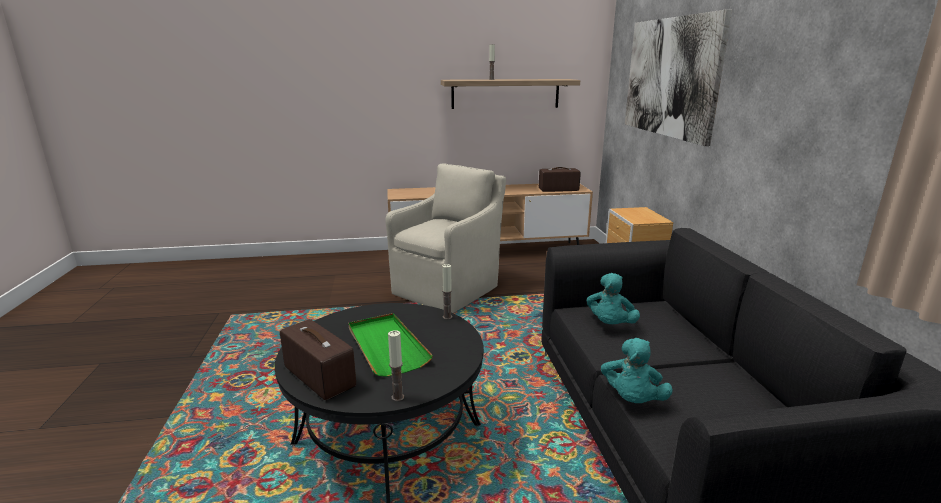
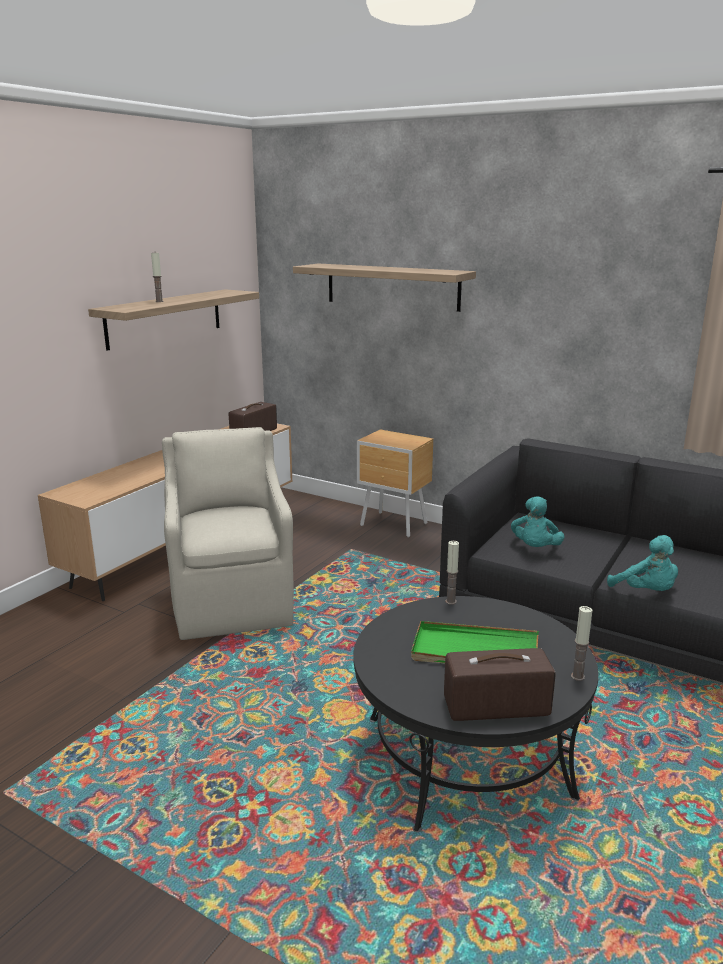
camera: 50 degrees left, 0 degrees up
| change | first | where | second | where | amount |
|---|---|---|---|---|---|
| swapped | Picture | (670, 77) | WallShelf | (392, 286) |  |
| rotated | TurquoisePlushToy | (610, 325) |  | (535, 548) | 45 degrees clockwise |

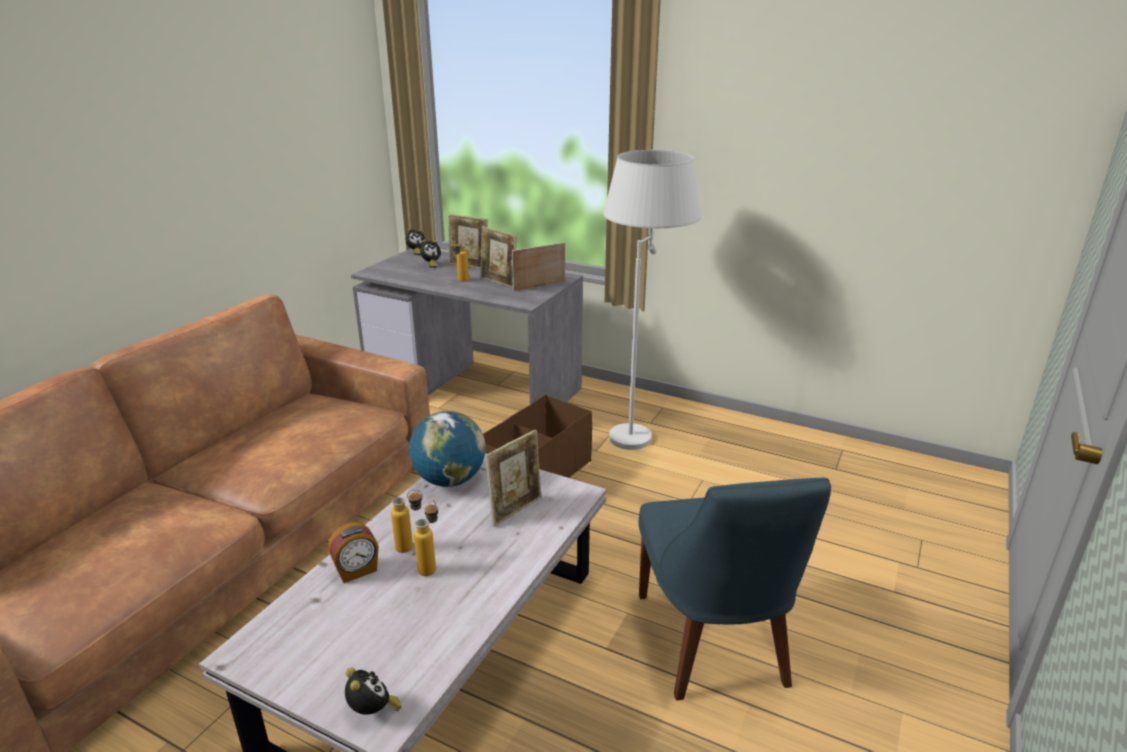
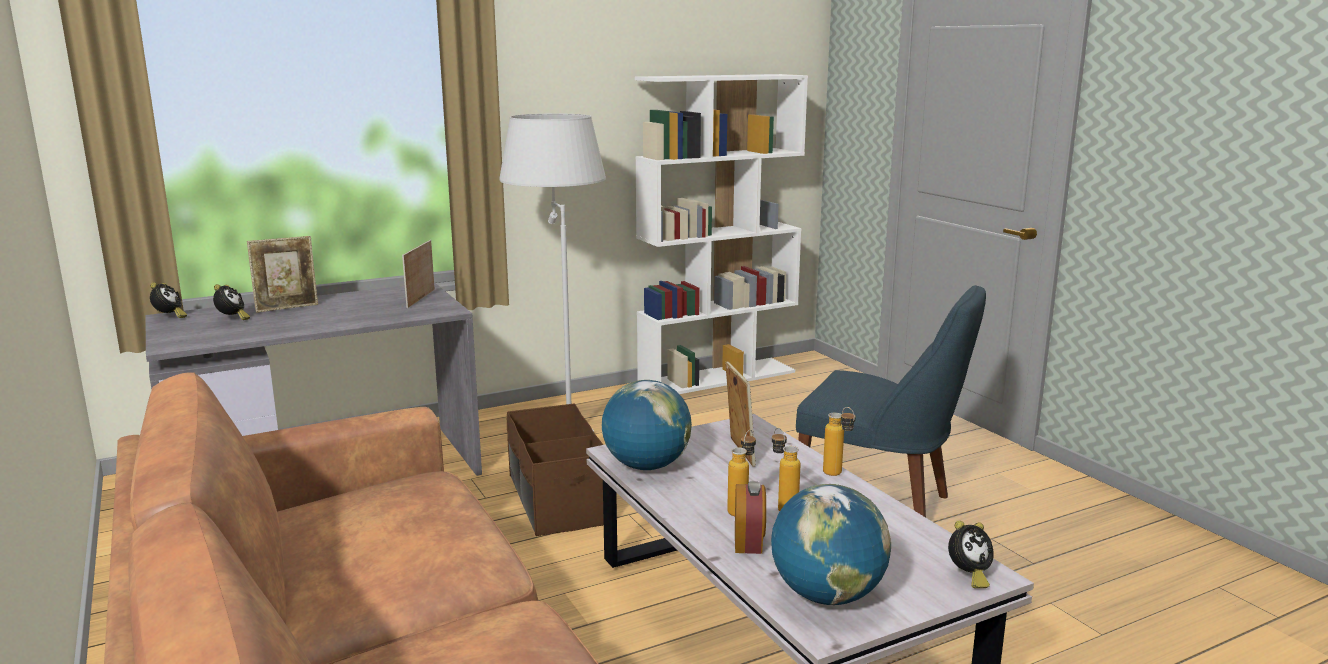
camera: 55 degrees left, 10 degrees down
| change | first | where | second | where | amount |
|---|---|---|---|---|---|
| new |  |  | WhiteColouredBookshelf | (717, 377) |  |
| new |  |  | WorldGlobe | (827, 596) |  |
| shifted | BeverageBottle | (461, 281) |  | (837, 475) |  |
| rotated | AlarmClock | (373, 712) |  | (968, 576) | 150 degrees clockwise |
| gone | PictureFrame | (499, 282) |  |  |  |

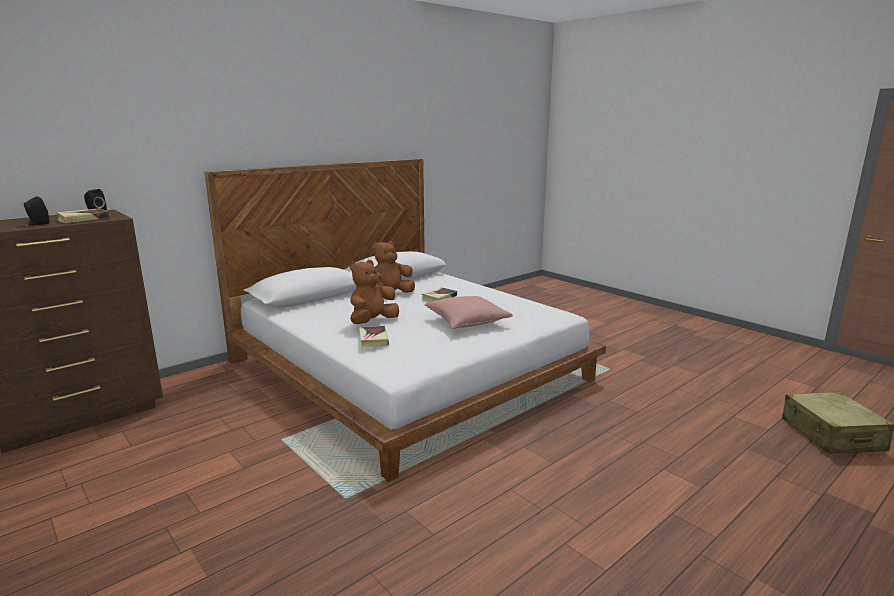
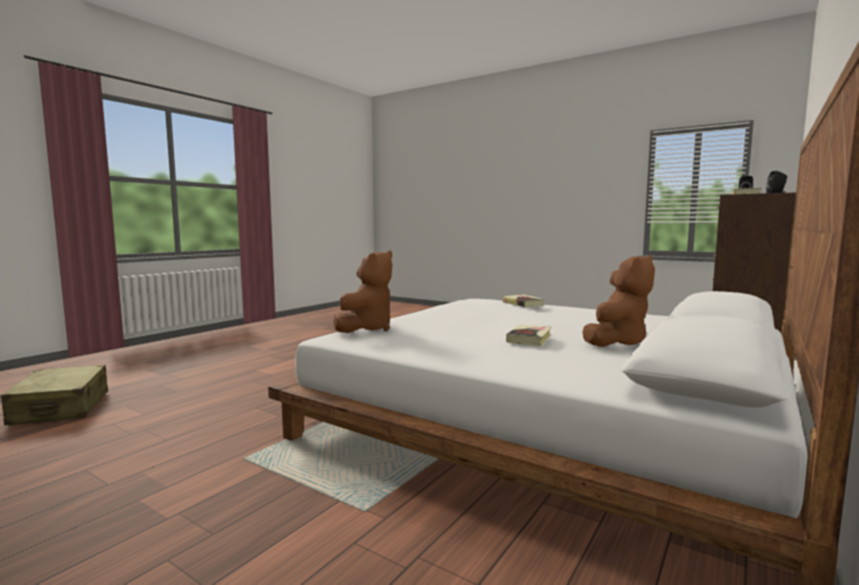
camera: 165 degrees right, 10 degrees down
| change | first | where | second | where | amount |
|---|---|---|---|---|---|
| shifted | BrownishPlushToy | (372, 322) |  | (366, 329) |  |
| gone | PinkishThrowPillow | (467, 322) |  |  |  |

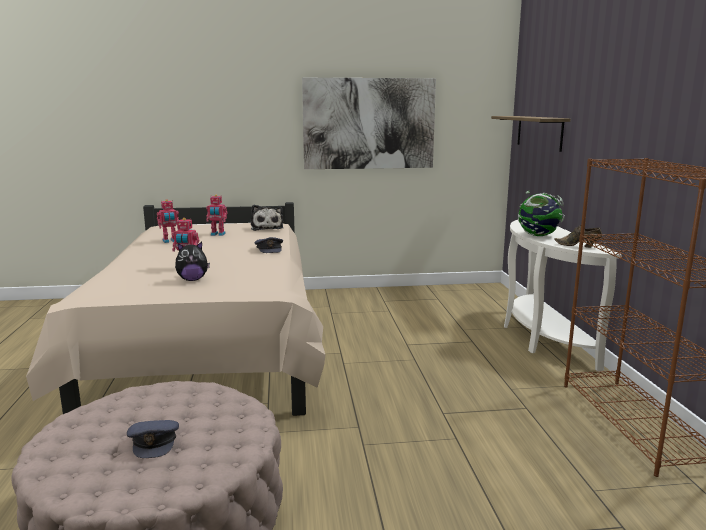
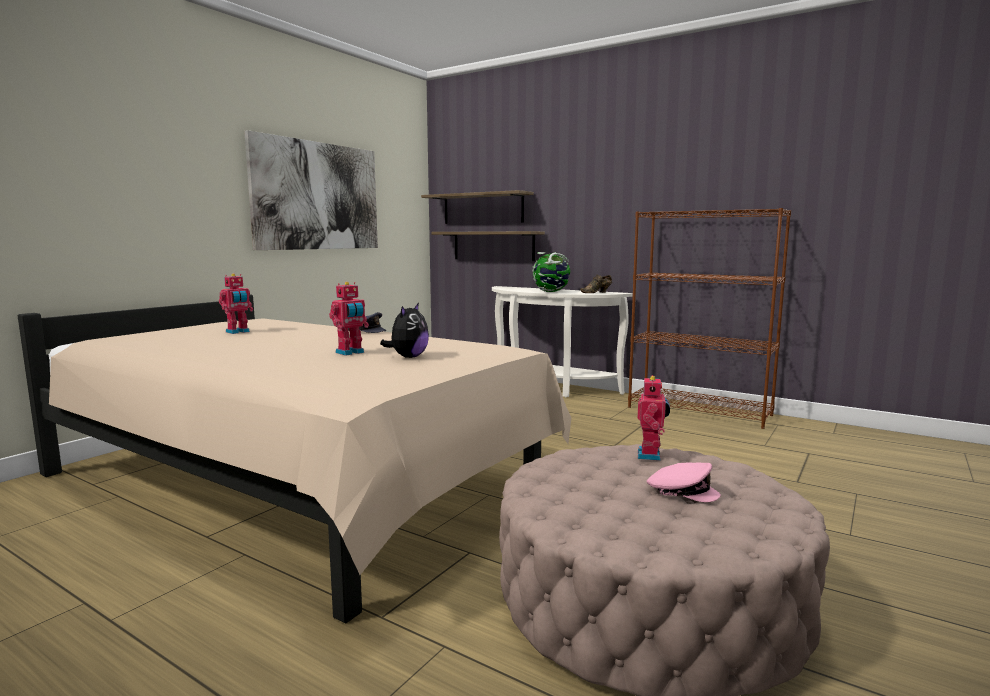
camera: 50 degrees left, 5 degrees down
| change | first | where | second | where | amount |
|---|---|---|---|---|---|
| new |  |  | WallShelf | (493, 246) |  |
| shifted | RobotFigure | (170, 241) |  | (651, 455) |  |
| repainted | GrayCap | (154, 442) | PinkishCap | (681, 491) |  |
| gone | PlushToy | (266, 228) |  |  |  |

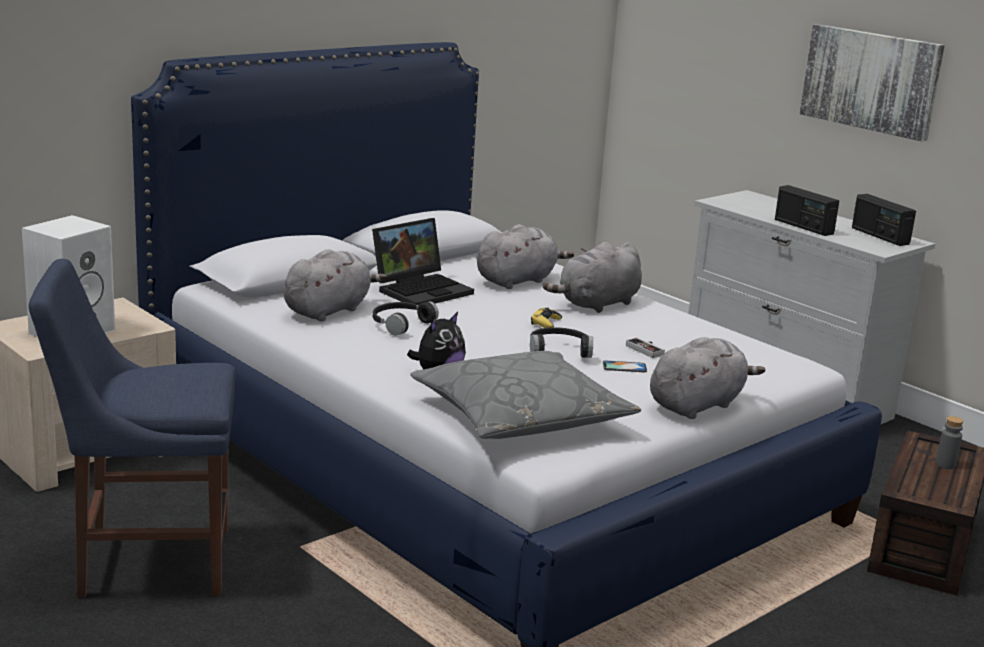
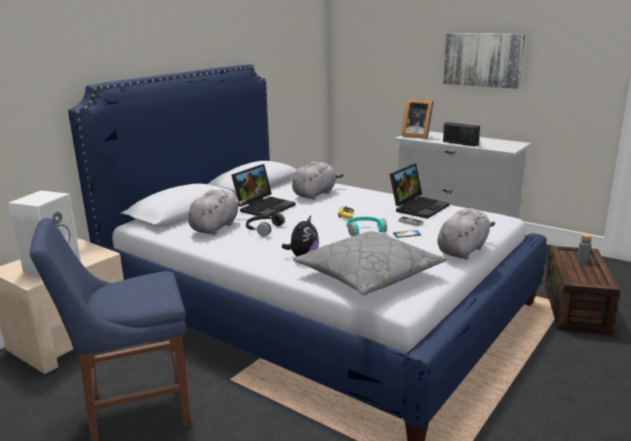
camera: 10 degrees left, 0 degrees up
| change | first | where | second | where | amount |
|---|---|---|---|---|---|
| repainted | BlackColouredHeadphones | (558, 350) | TurquoiseHeadphones | (364, 230) |  |
| new |  |  | Laptop | (418, 207) |  |
| new |  |  | PictureFrame | (416, 136) |  |
| gone | GrayPlushToy | (596, 304) |  |  |  |
| gone | RadioReceiver | (879, 236) |  |  |  |

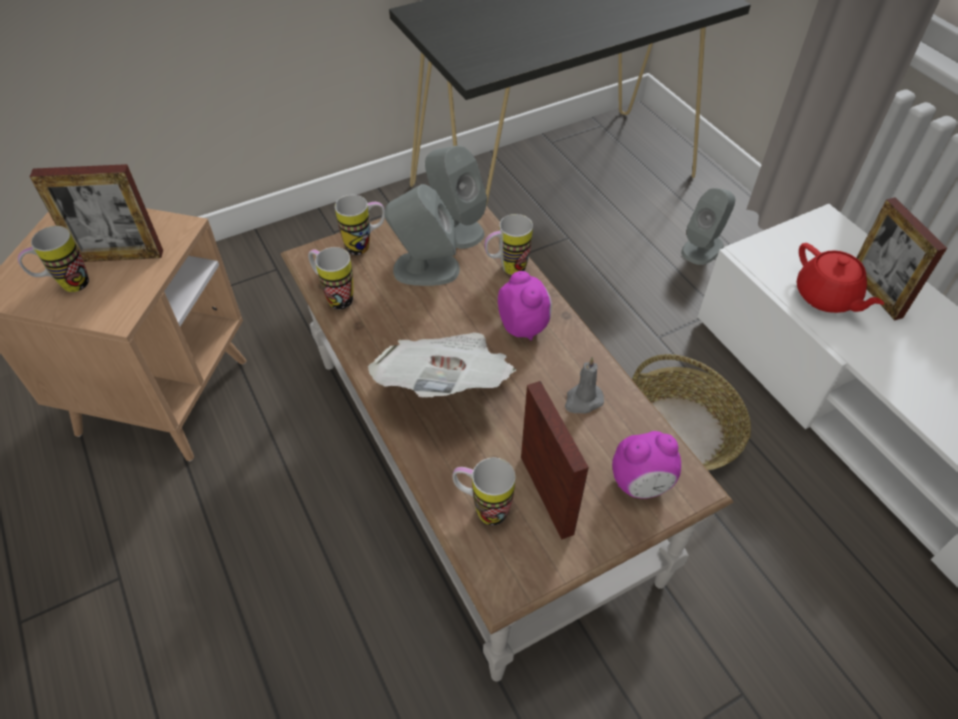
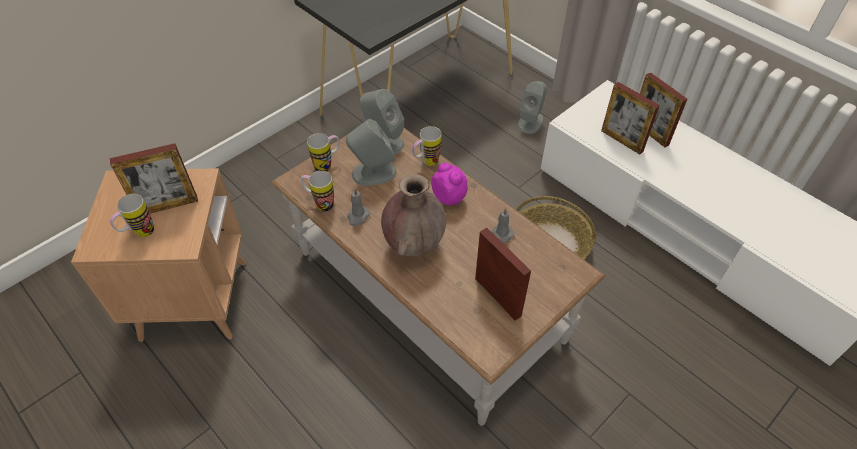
camera: 15 degrees left, 0 degrees up
| change | first | where | second | where | amount |
|---|---|---|---|---|---|
| new |  |  | GrayWaxCandle | (358, 216) |  |
| swapped | Newspaper | (446, 385) | BrownishDecorativeVase | (414, 244) |  |
| swapped | RedTeapot | (826, 297) | PictureFrame | (622, 141) |  |
| gone | TeaMug | (482, 509) |  |  |  |
| gone | AlarmClock | (641, 484) |  |  |  |

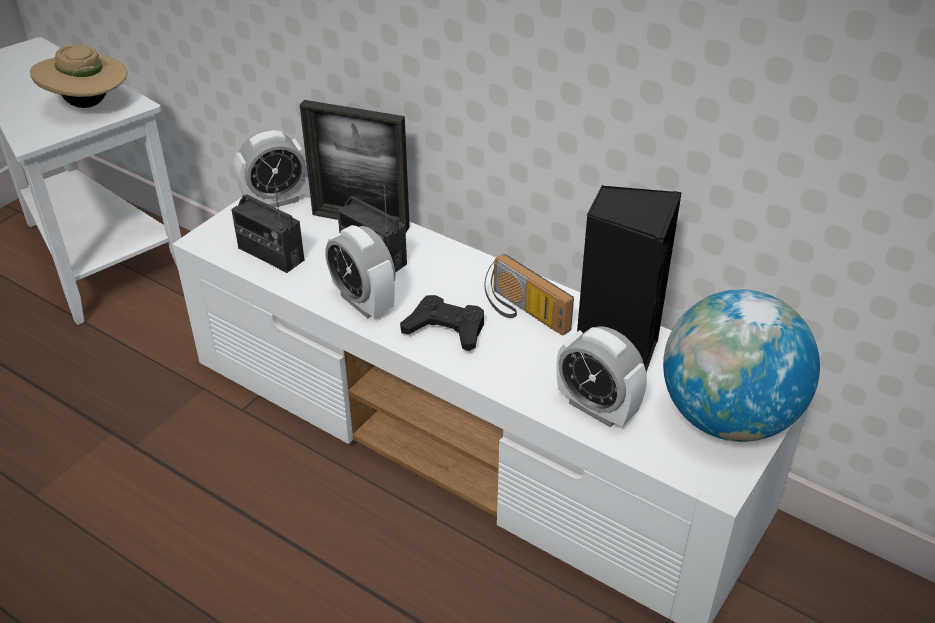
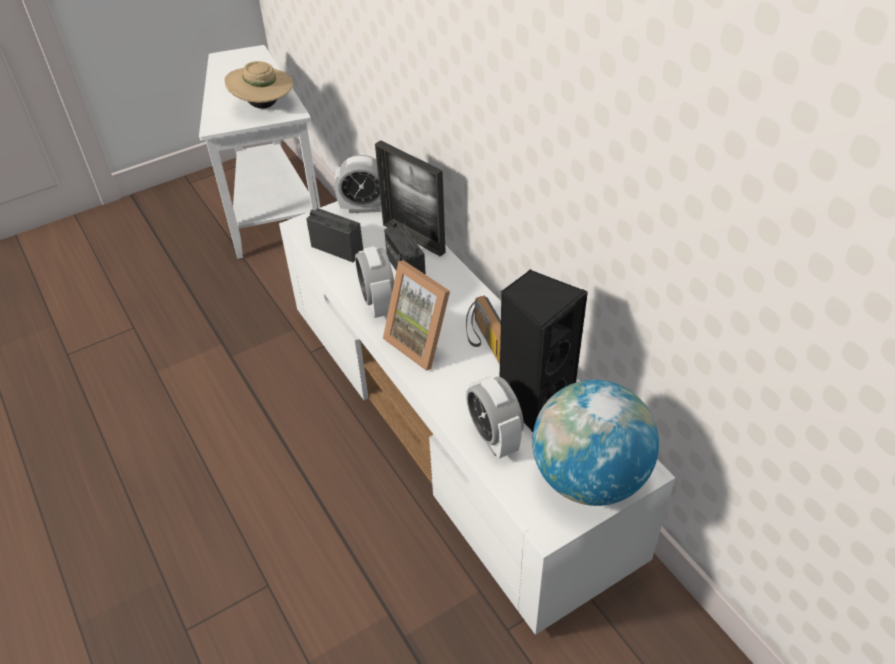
camera: 25 degrees right, 5 degrees up
| change | first | where | second | where | amount |
|---|---|---|---|---|---|
| rotated | RadioReceiver | (270, 254) |  | (337, 249) | 150 degrees clockwise |
| swapped | BlackColouredGamepad | (446, 329) | PictureFrame | (423, 341) |  |

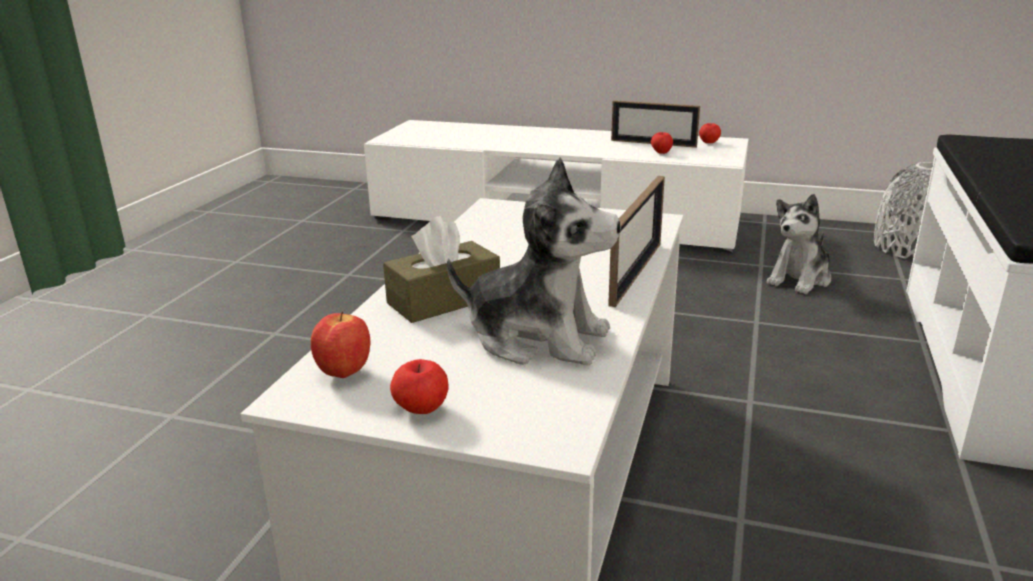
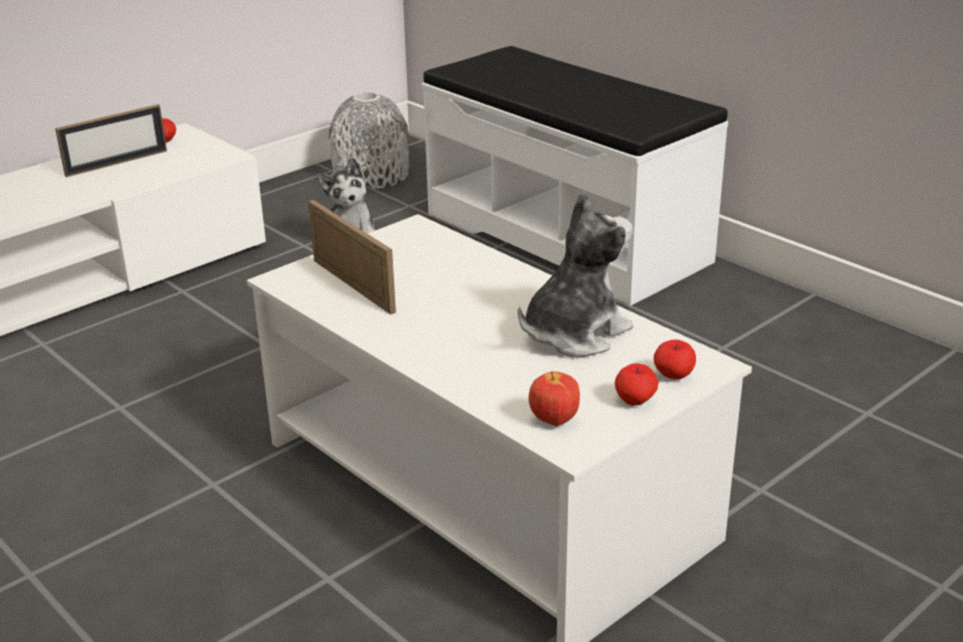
camera: 60 degrees left, 5 degrees up
| change | first | where | second | where | amount |
|---|---|---|---|---|---|
| shifted | PictureFrame | (636, 273) |  | (353, 285) |  |
| shifted | WholeApple | (661, 152) |  | (673, 376) |  |
| gone | BrownishTissueBox | (444, 300) |  |  |  |

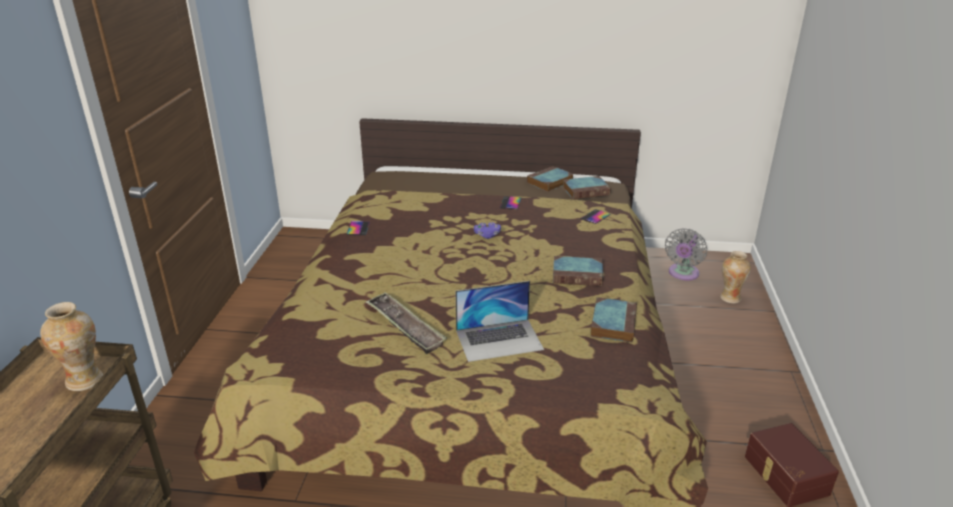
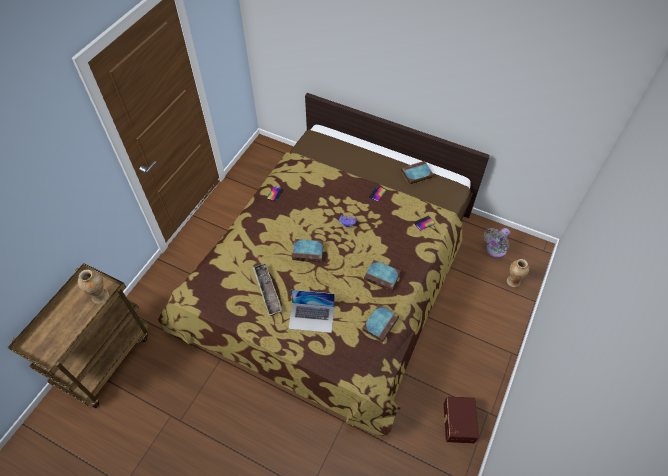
camera: 20 degrees right, 25 degrees up
| change | first | where | second | where | amount |
|---|---|---|---|---|---|
| shifted | Book | (586, 191) |  | (308, 252) |  |

